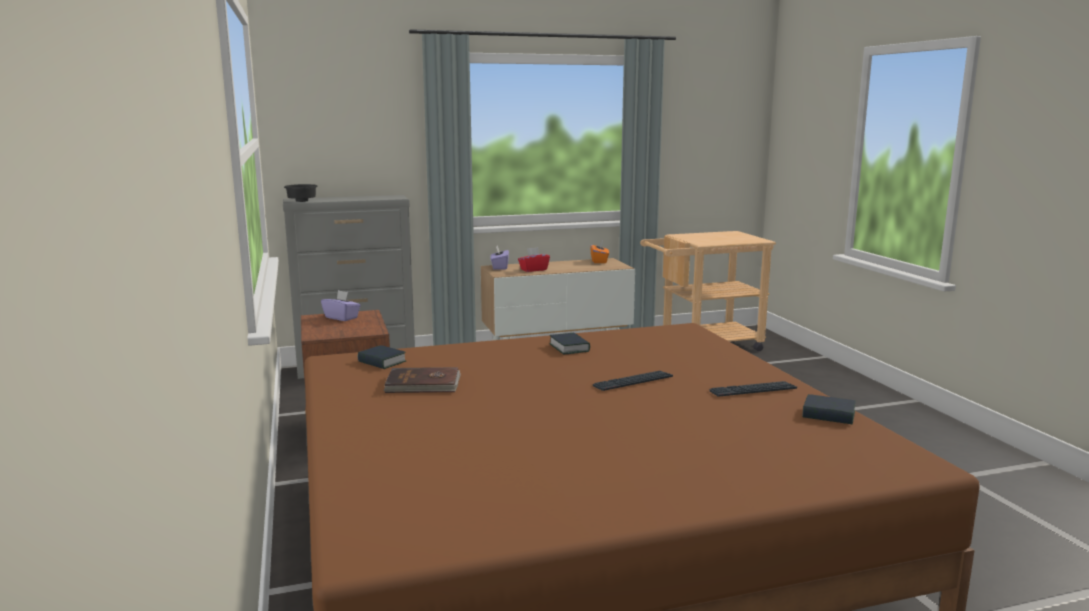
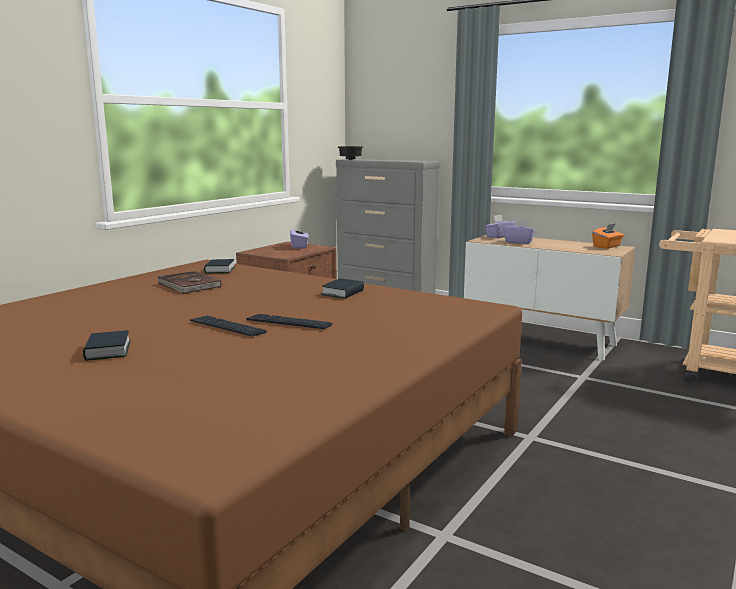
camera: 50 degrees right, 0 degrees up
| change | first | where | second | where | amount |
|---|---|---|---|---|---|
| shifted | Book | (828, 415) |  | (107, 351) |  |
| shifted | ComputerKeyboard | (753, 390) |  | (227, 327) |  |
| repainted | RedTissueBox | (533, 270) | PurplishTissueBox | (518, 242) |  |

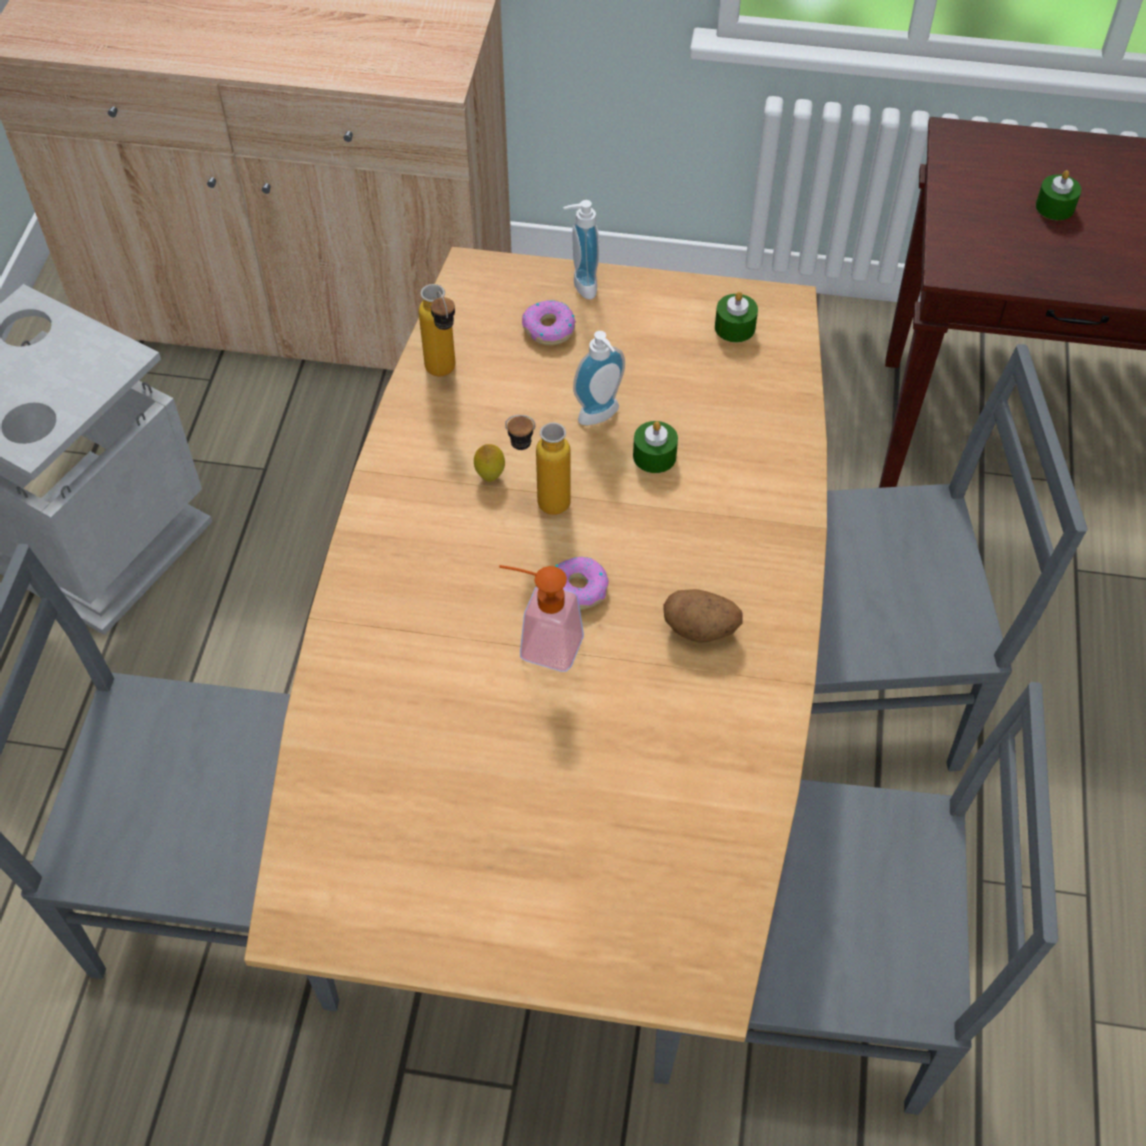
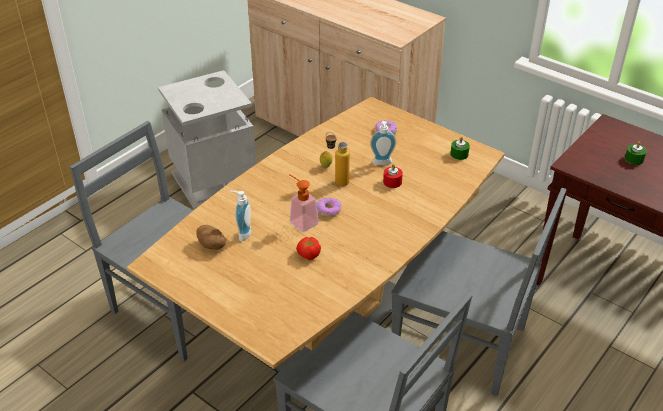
camera: 30 degrees right, 15 degrees down
| change | first | where | second | where | amount |
|---|---|---|---|---|---|
| shifted | Spud | (701, 628) |  | (212, 245) |  |
| shifted | SoapDispenser | (580, 285) |  | (242, 233) |  |
| new |  |  | WholeTomato | (308, 254) |  |
| repainted | GreenishWaxCandle | (654, 456) | RedWaxCandle | (392, 182) |  |
| gone | BeverageBottle | (444, 375) |  |  |  |

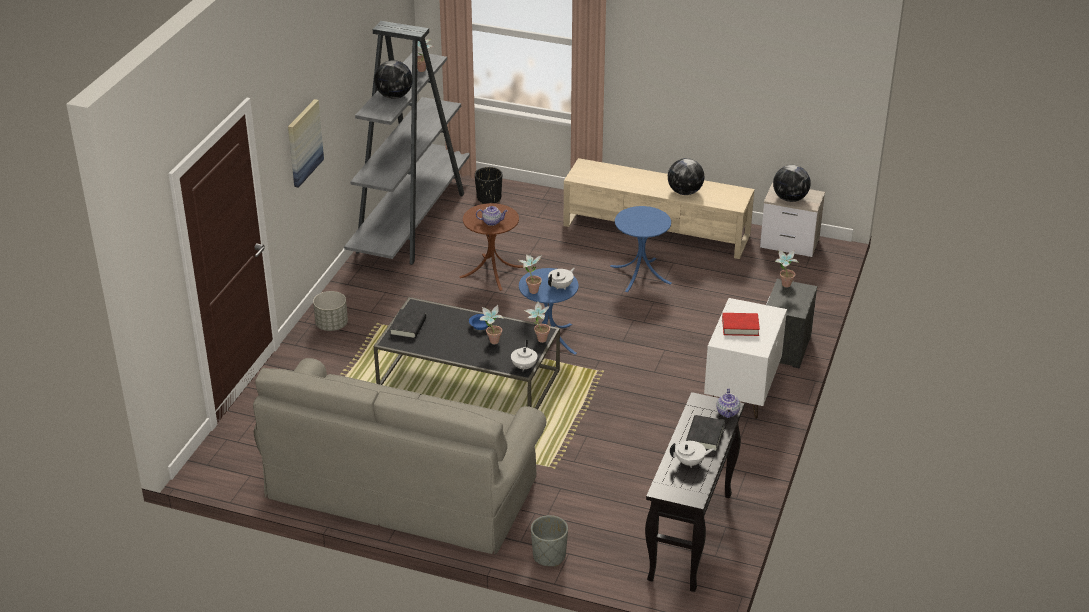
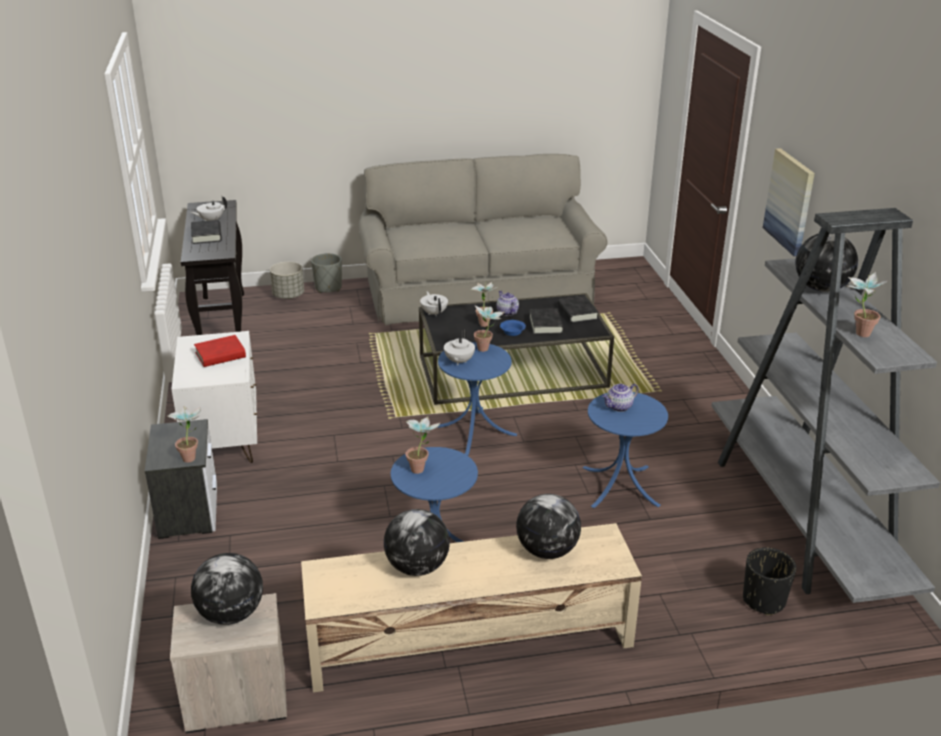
camera: 150 degrees right, 5 degrees down
| change | first | where | second | where | amount |
|---|---|---|---|---|---|
| shifted | GrayPlantPot | (331, 325) |  | (288, 295) |  |
| shifted | PlantInAPot | (538, 340) |  | (421, 468) |  |
| shifted | Teapot | (728, 413) |  | (507, 312) |  |
| new |  |  | WorldGlobe | (546, 551) |  |
| new |  |  | BlackColouredBook | (546, 325) |  |
| repainted | BrownishSideTable | (492, 271) | BlueSideTable | (620, 486) |  |

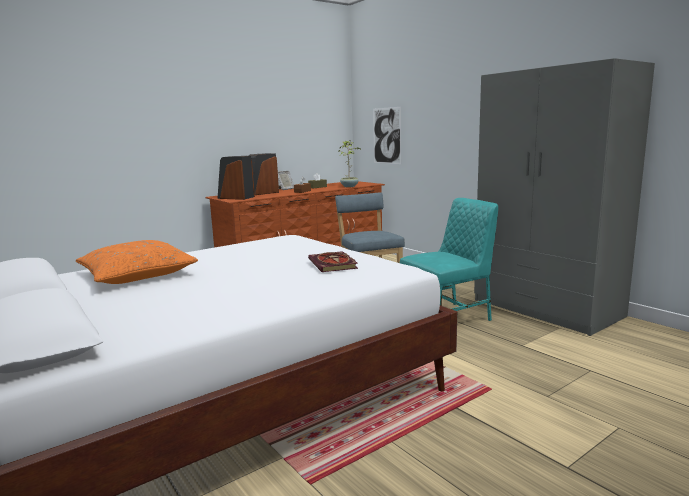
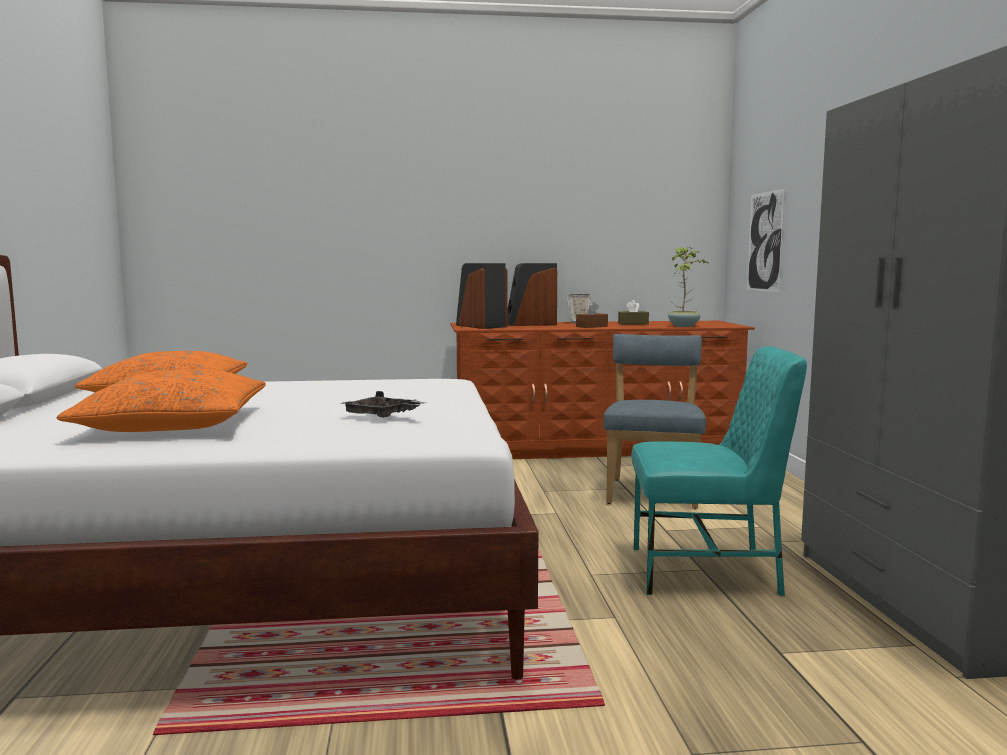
camera: 30 degrees right, 5 degrees down
| change | first | where | second | where | amount |
|---|---|---|---|---|---|
| new |  |  | OrangeThrowPillow | (174, 424) |  |
| swapped | Book | (334, 264) | GrayTray | (382, 415) |  |

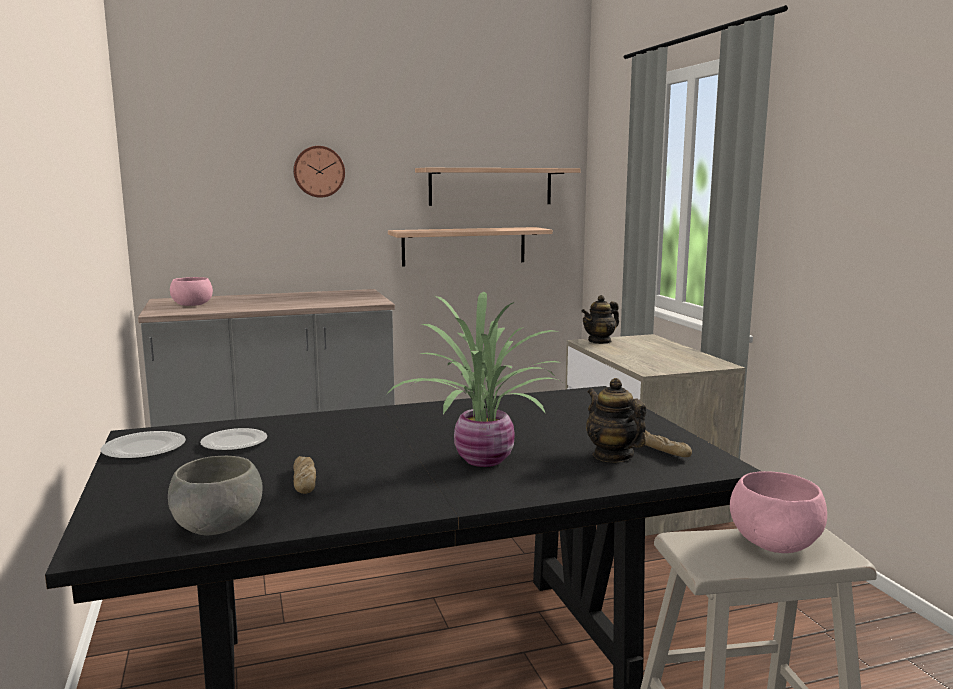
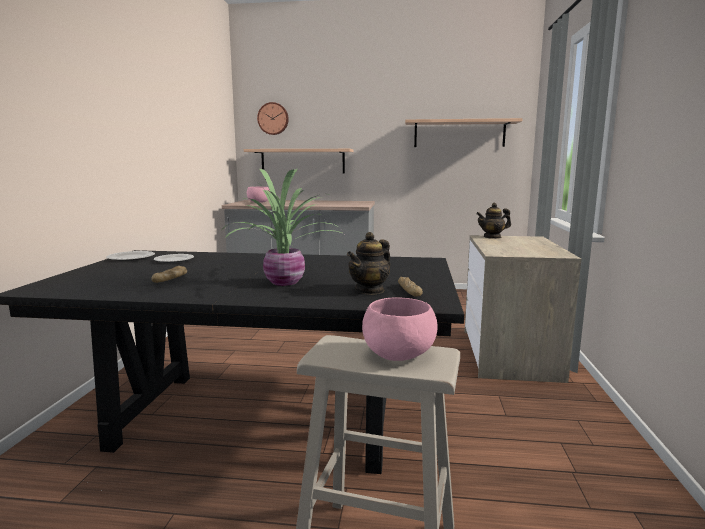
camera: 25 degrees right, 0 degrees up
| change | first | where | second | where | amount |
|---|---|---|---|---|---|
| shifted | WallShelf | (464, 246) |  | (302, 161) |  |
| shifted | ClockOnTheWall | (319, 171) |  | (273, 118) |  |
| rotated | Teapot | (613, 456) |  | (370, 290) | 135 degrees counterclockwise |
| gone | GrayDeepDish | (217, 524) |  |  |  |

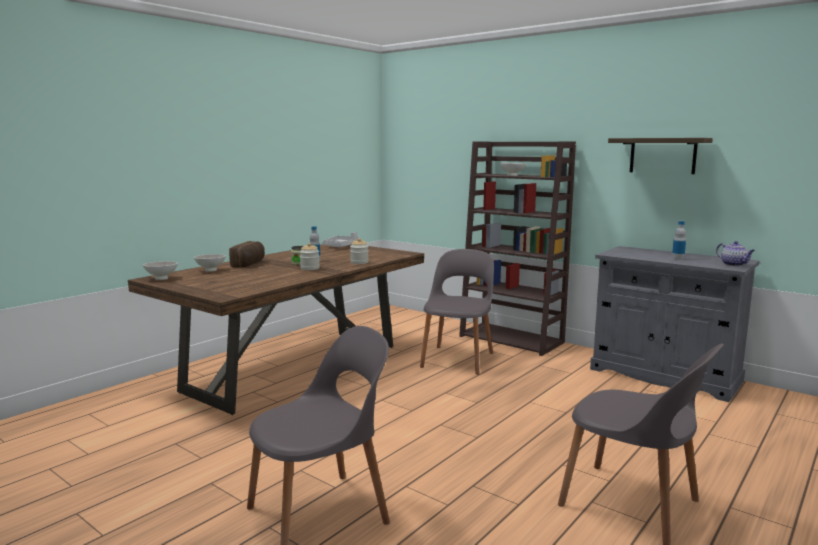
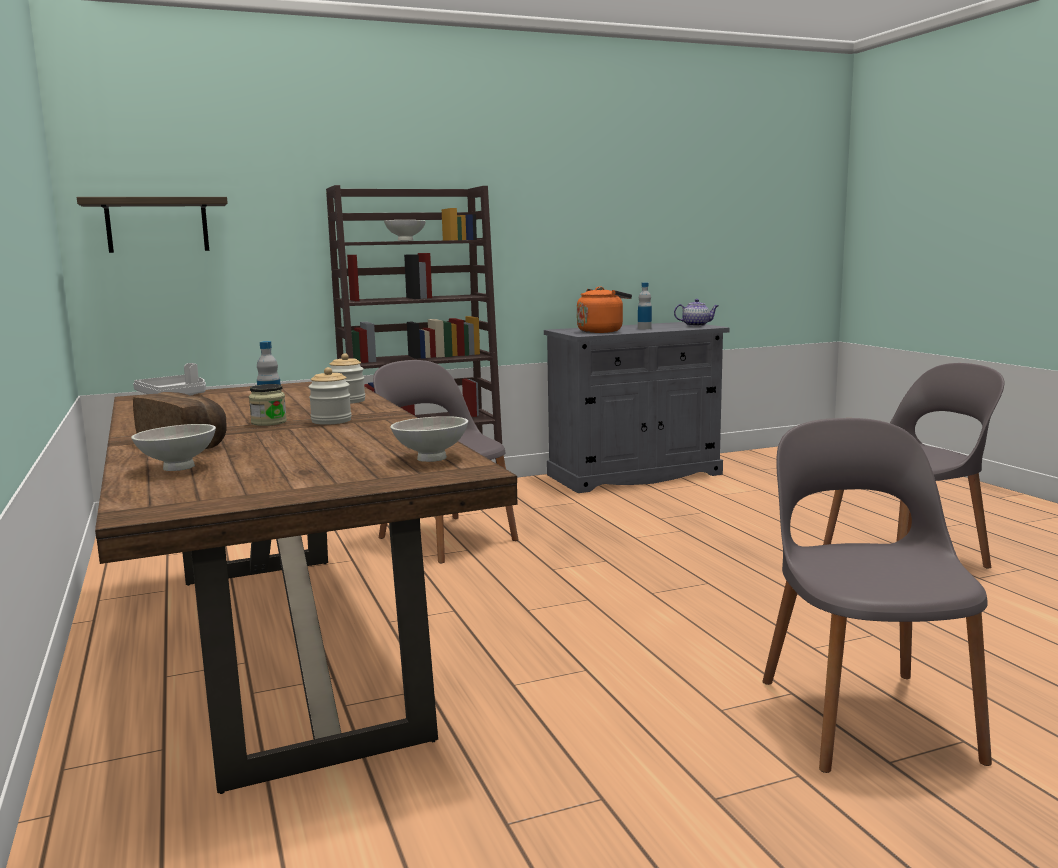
camera: 60 degrees left, 0 degrees up
| change | first | where | second | where | amount |
|---|---|---|---|---|---|
| shifted | WallShelf | (662, 155) |  | (157, 225) |  |
| shifted | WhiteColouredDeepDish | (160, 278) |  | (429, 459) |  |
| new |  |  | OrangeWaterKettle | (602, 331) |  |

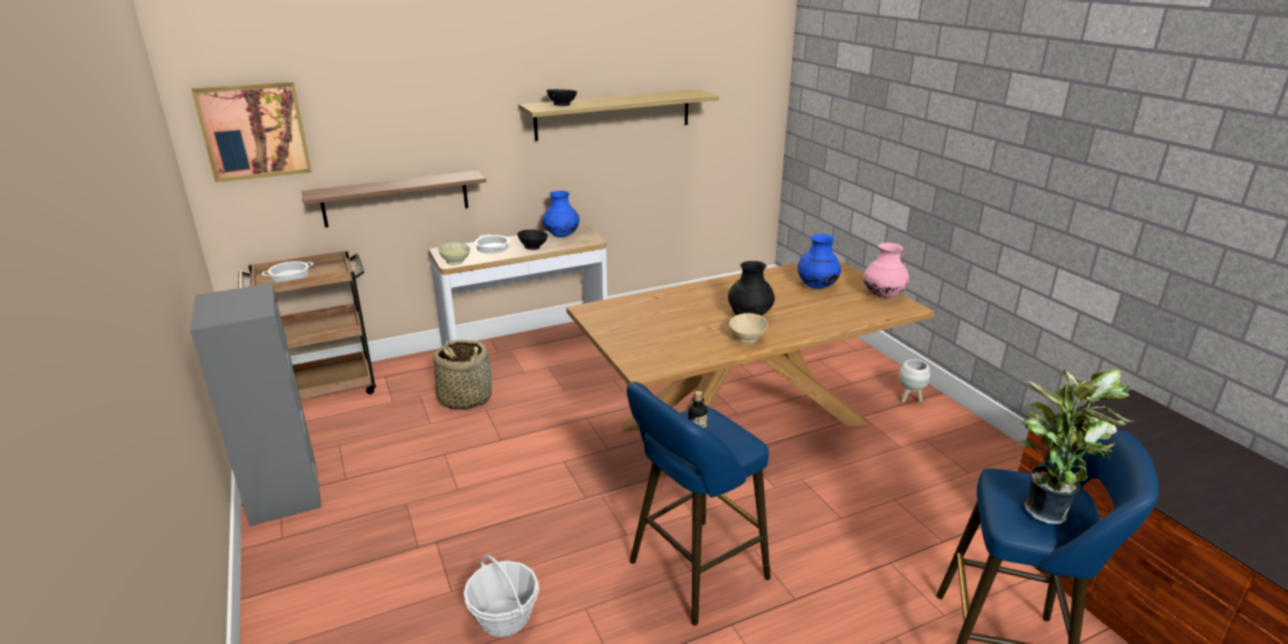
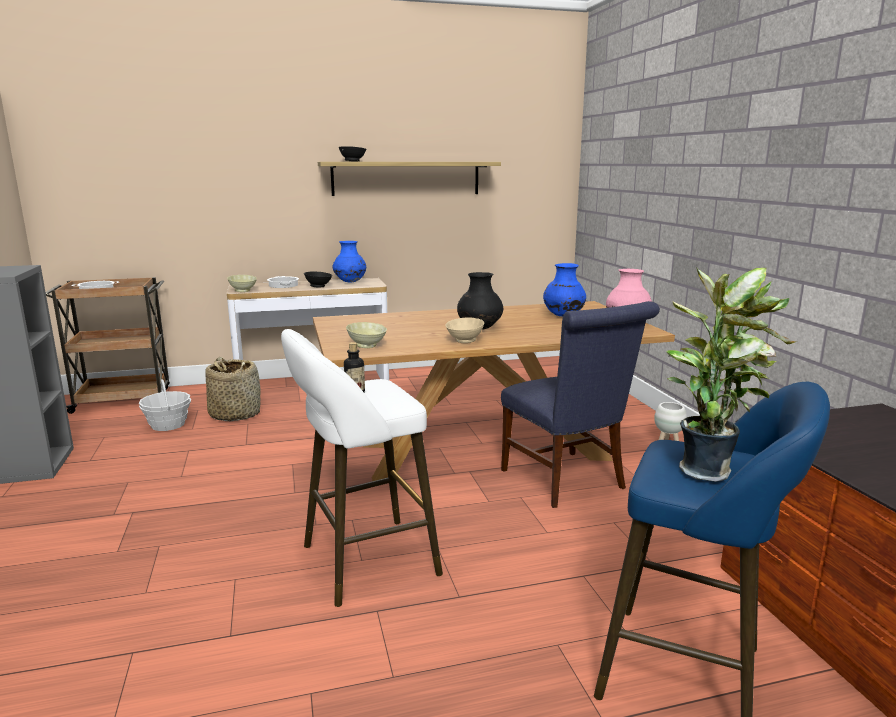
camera: 10 degrees right, 10 degrees down
| change | first | where | second | where | amount |
|---|---|---|---|---|---|
| shifted | StorageBasket | (504, 617) |  | (168, 424) |  |
| repainted | BlueStool | (692, 573) | WhiteColouredStool | (362, 562) |  |
| new |  |  | BeigeColouredDeepDish | (366, 346) |  |
| new |  |  | BlueUprightChair | (567, 481) |  |
| gone | Picture | (254, 131) |  |  |  |
| gone | WallShelf | (396, 198) |  |  |  |

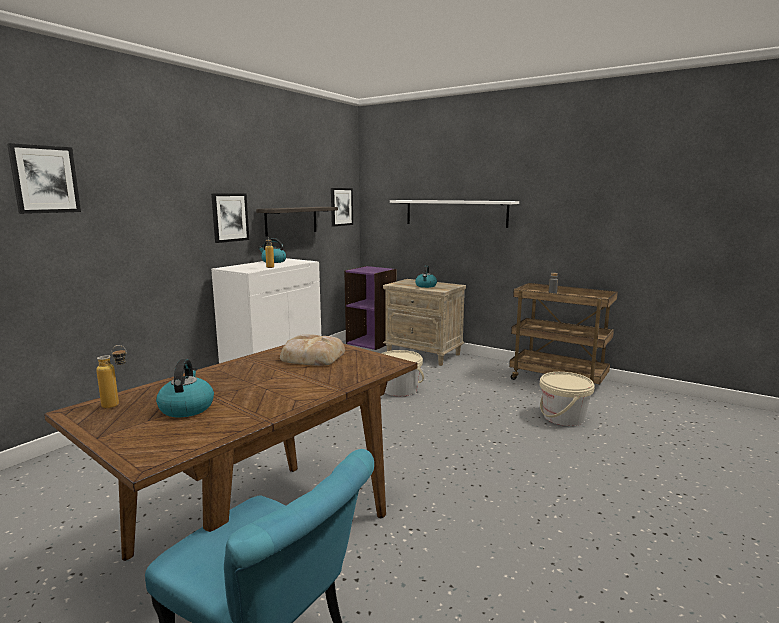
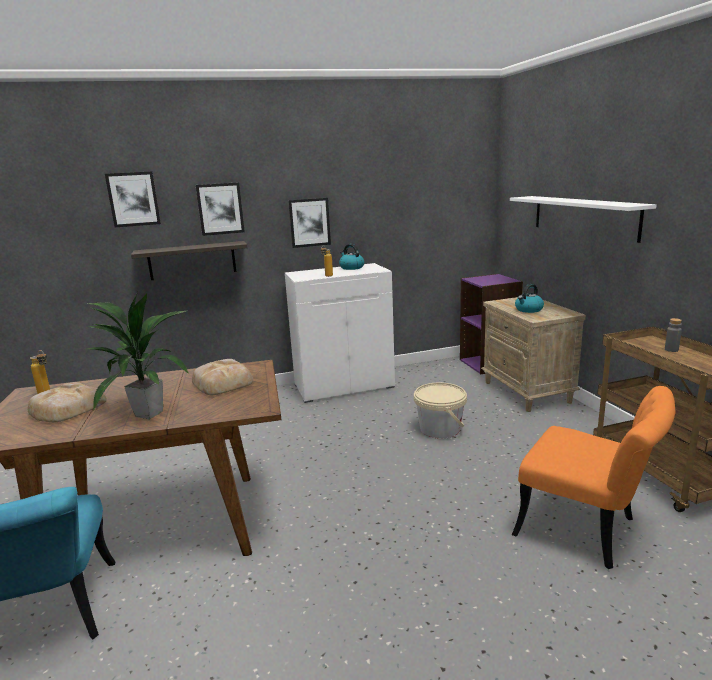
camera: 40 degrees right, 5 degrees up
| change | first | where | second | where | amount |
|---|---|---|---|---|---|
| swapped | WaterKettle | (186, 408) | Bread | (66, 408) |  |
| new |  |  | PlantInAPot | (148, 413) |  |
| shifted | WallShelf | (291, 220) |  | (192, 260) |  |
| shifted | Picture | (341, 206) |  | (220, 209) |  |
| swapped | BeigeColouredBucket | (563, 417) | OrangeUprightChair | (587, 531) |  |

